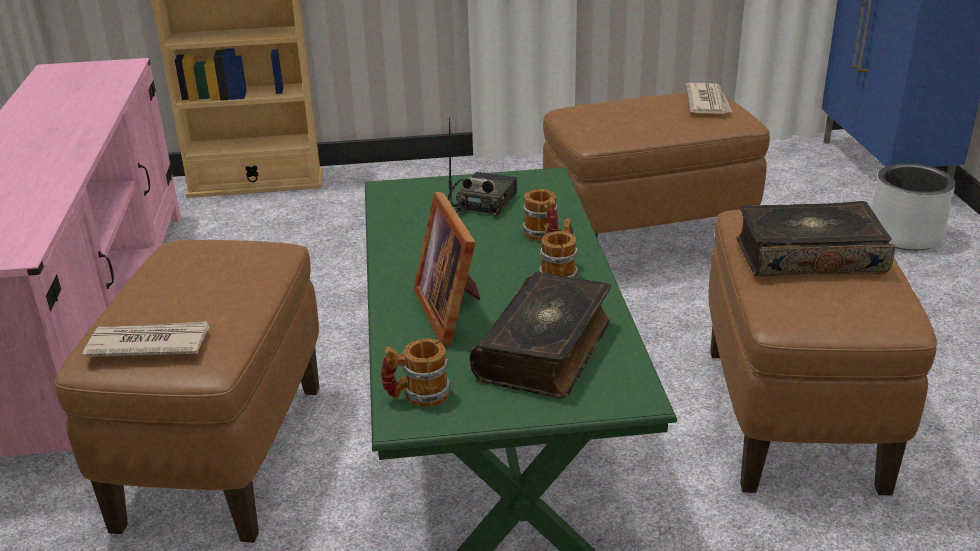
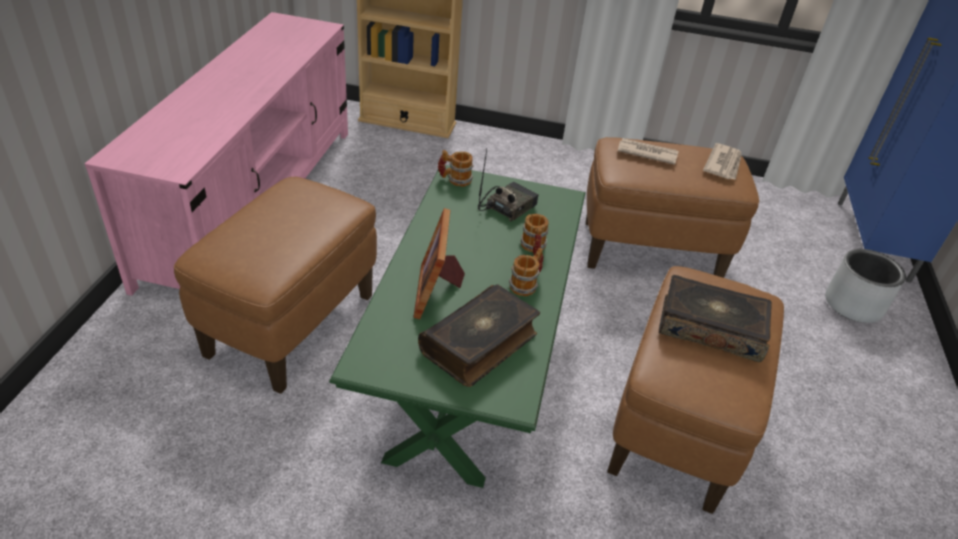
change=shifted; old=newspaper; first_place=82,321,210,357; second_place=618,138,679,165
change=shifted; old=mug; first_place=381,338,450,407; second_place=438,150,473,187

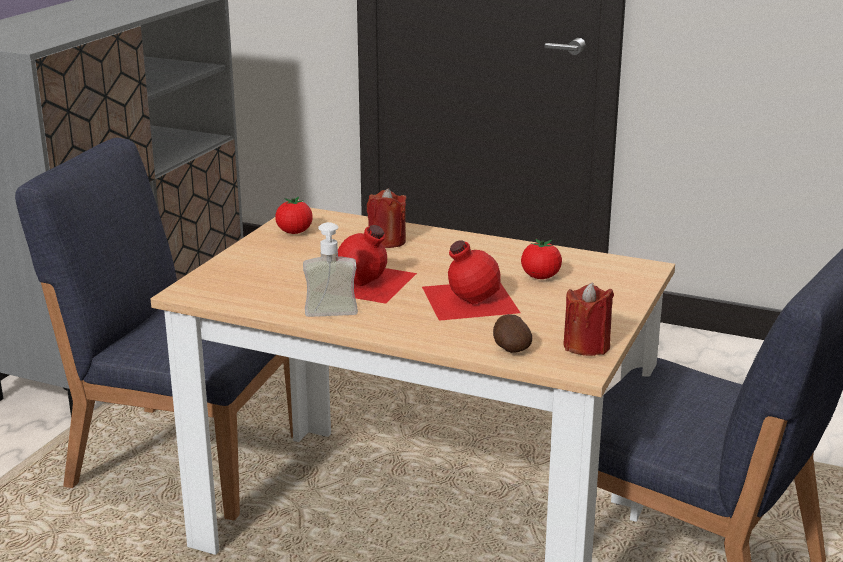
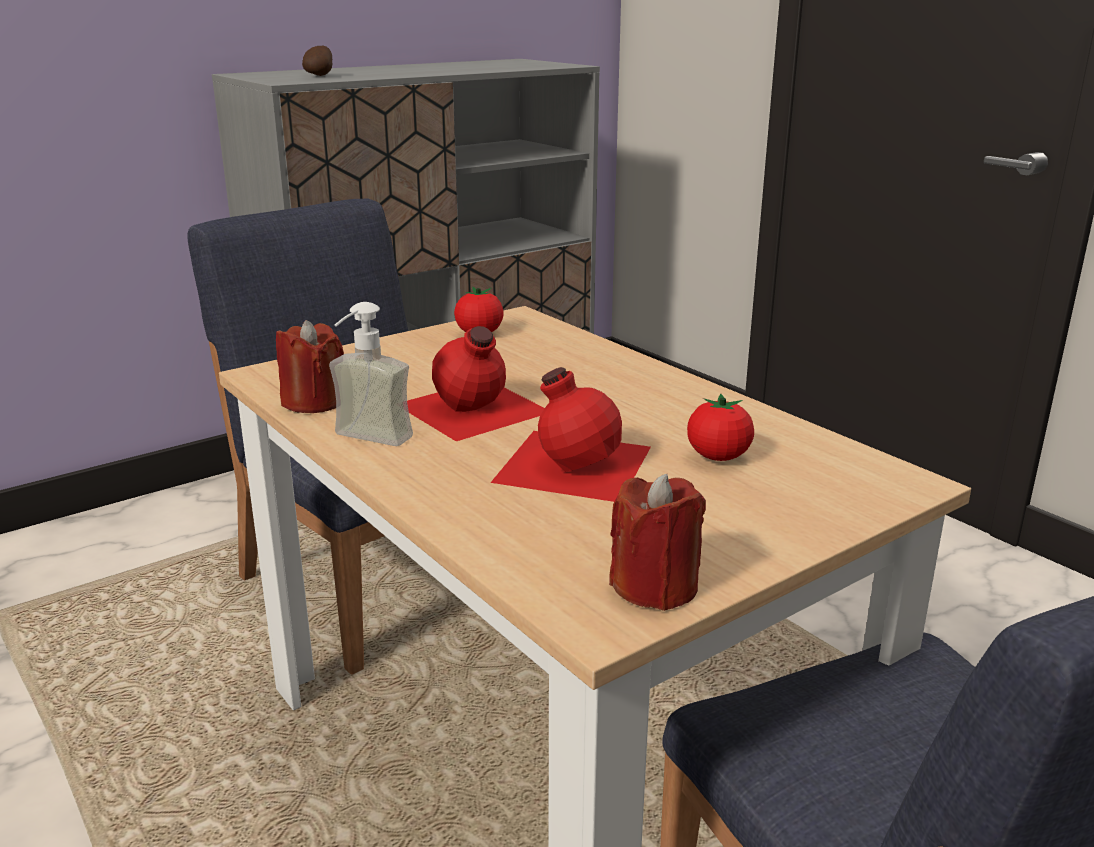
change=shifted; old=candle (red); first_place=367,188,407,248; second_place=276,320,344,413
change=shifted; old=potato; first_place=493,314,532,353; second_place=302,46,332,76

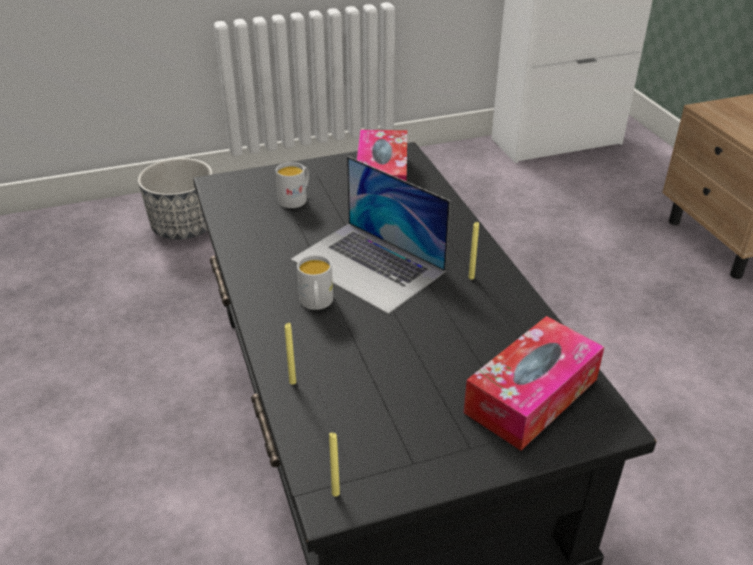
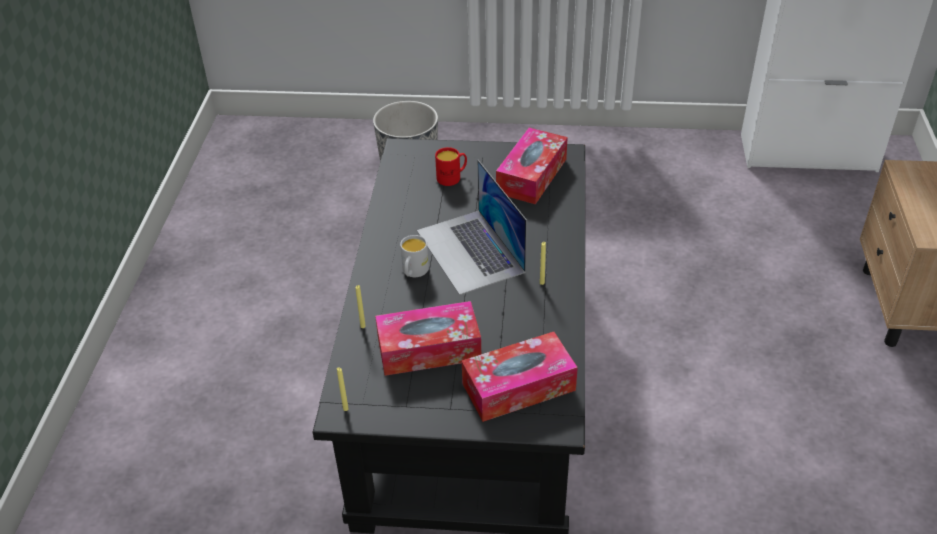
change=repainted; old=mug (white); new=mug (red); first_place=275,162,309,208; second_place=435,147,467,186
change=new; new=tissue box; second_place=375,301,481,376

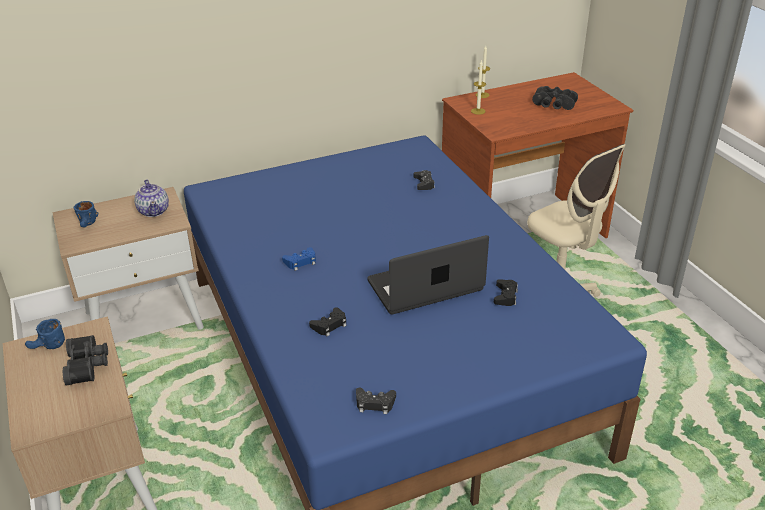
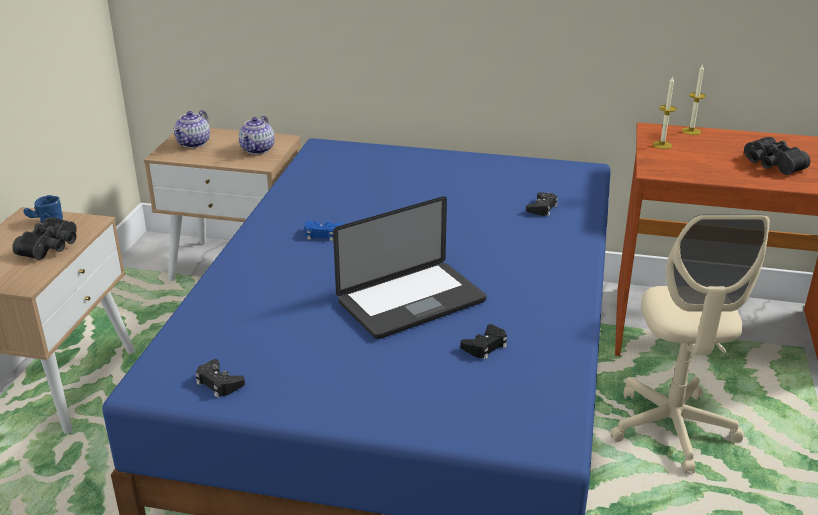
change=swapped; old=mug (blue); new=teapot; first_place=73,201,98,227; second_place=173,110,210,148
change=gone; old=game controller (black); first_place=309,307,347,336
change=rotated; old=laptop; first_place=367,235,489,314; second_place=333,196,487,339; degrees=135

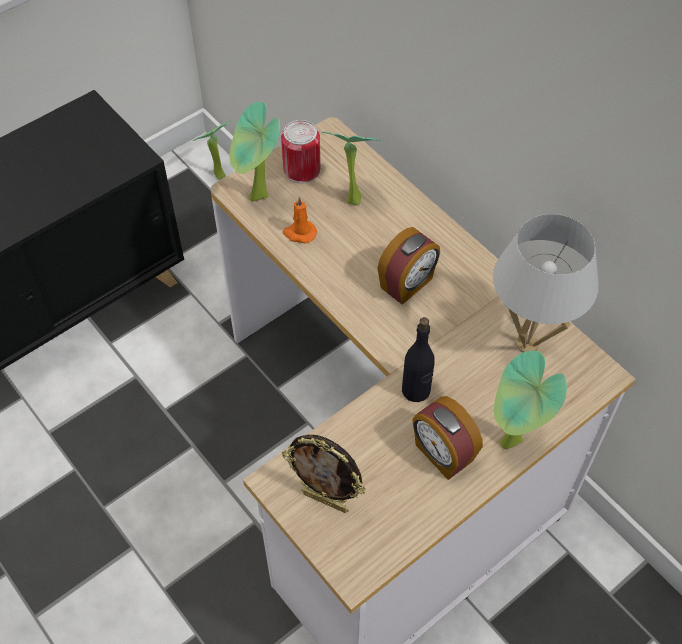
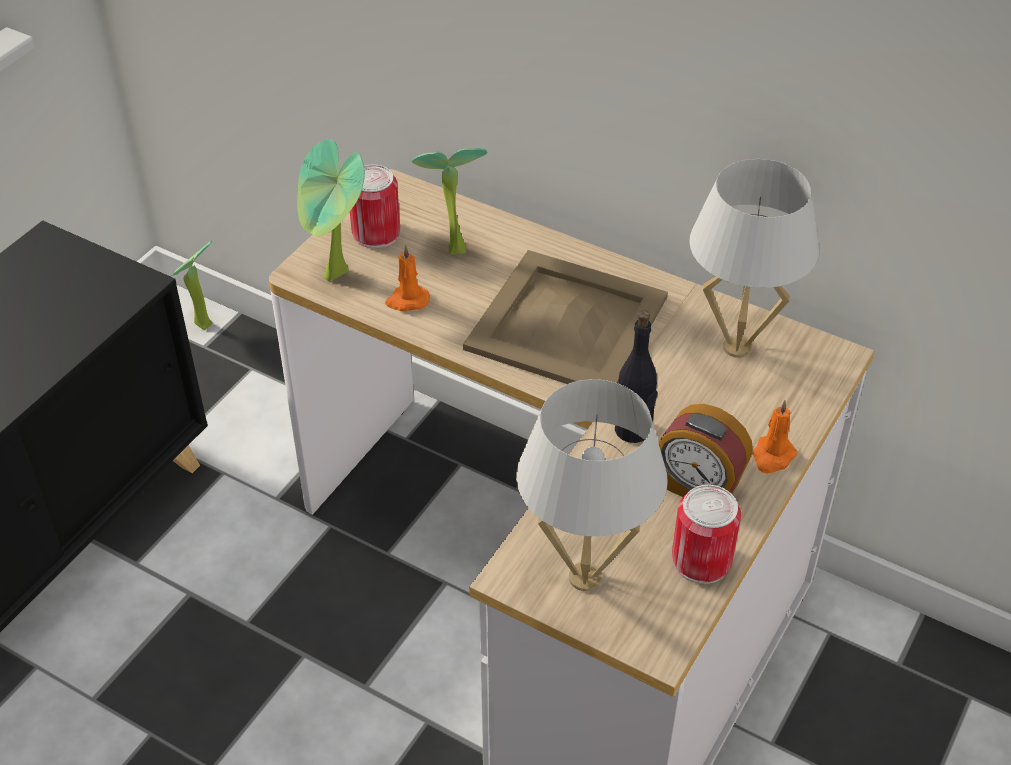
change=swapped; old=picture frame; new=table lamp (white); first_place=282,435,366,513; second_place=516,379,668,591
change=swapped; old=alarm clock; new=tray (beige); first_place=377,227,440,305; second_place=463,250,668,384
change=swapped; old=potted plant; new=candle (orange); first_place=494,351,567,449; second_place=753,400,797,474
change=new; new=can; second_place=672,485,741,584

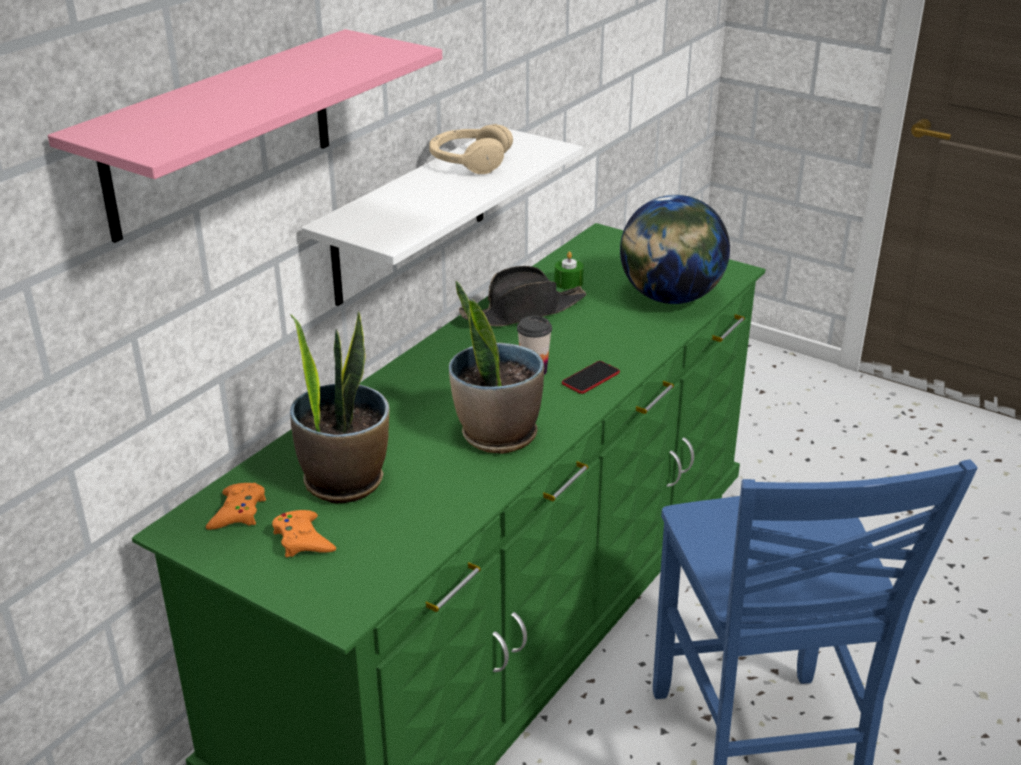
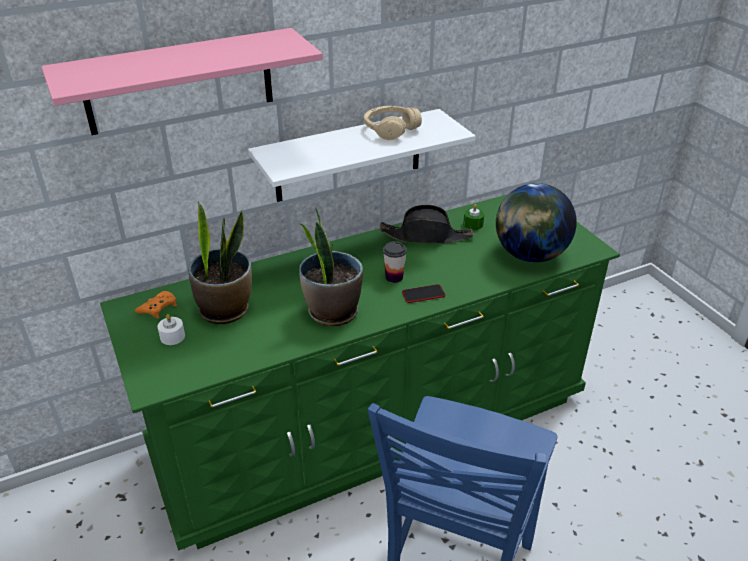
change=swapped; old=game controller (orange); new=candle (white); first_place=272,510,336,557; second_place=157,314,185,345

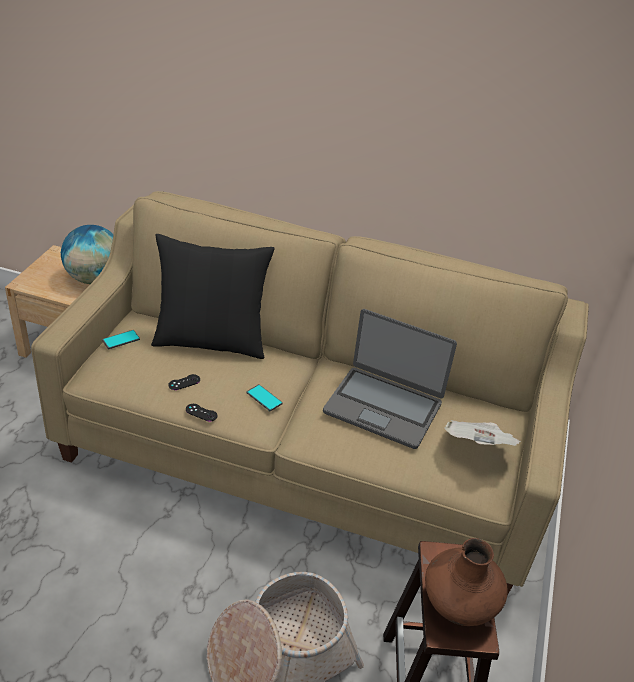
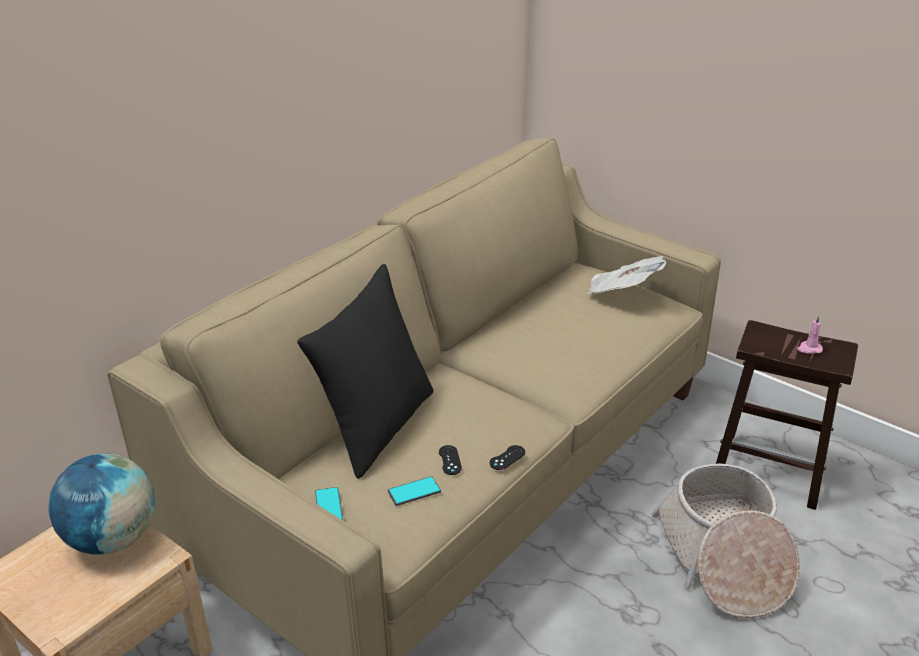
change=shifted; old=phone; first_place=246,384,283,411; second_place=388,476,441,506
change=gone; old=laptop; first_place=323,309,457,449
change=swapped; old=vase (brown); new=candle (pink); first_place=425,538,508,626; second_place=797,315,823,354

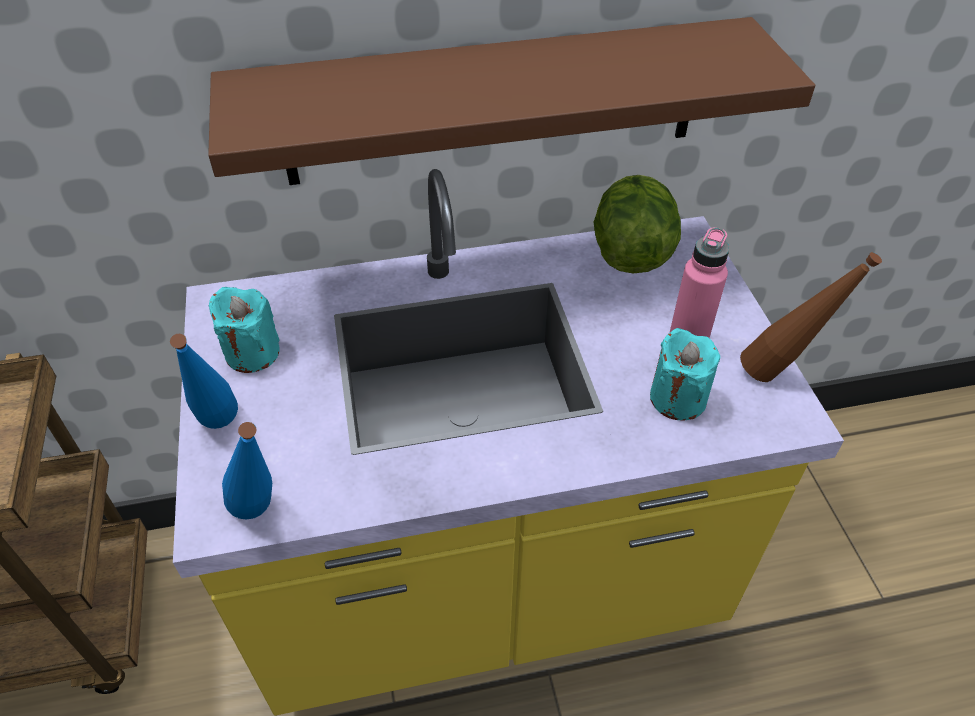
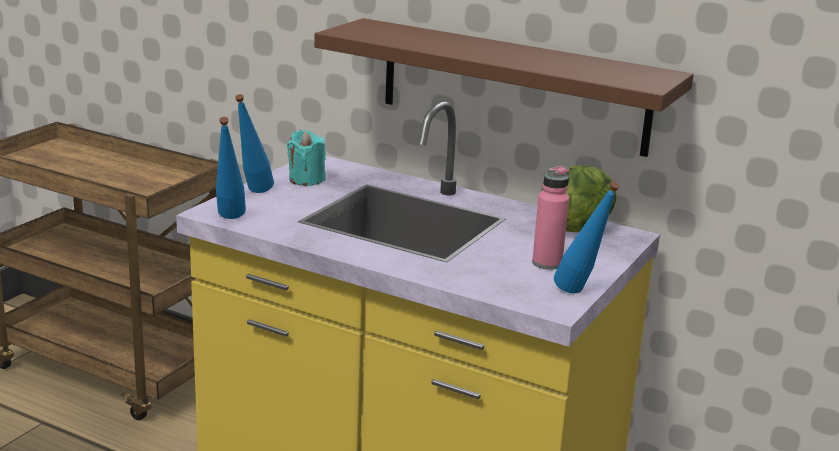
change=gone; old=candle (turquoise); first_place=650,328,720,420
change=repainted; old=bottle (brown); new=bottle (blue); first_place=740,252,882,382; second_place=554,181,620,294

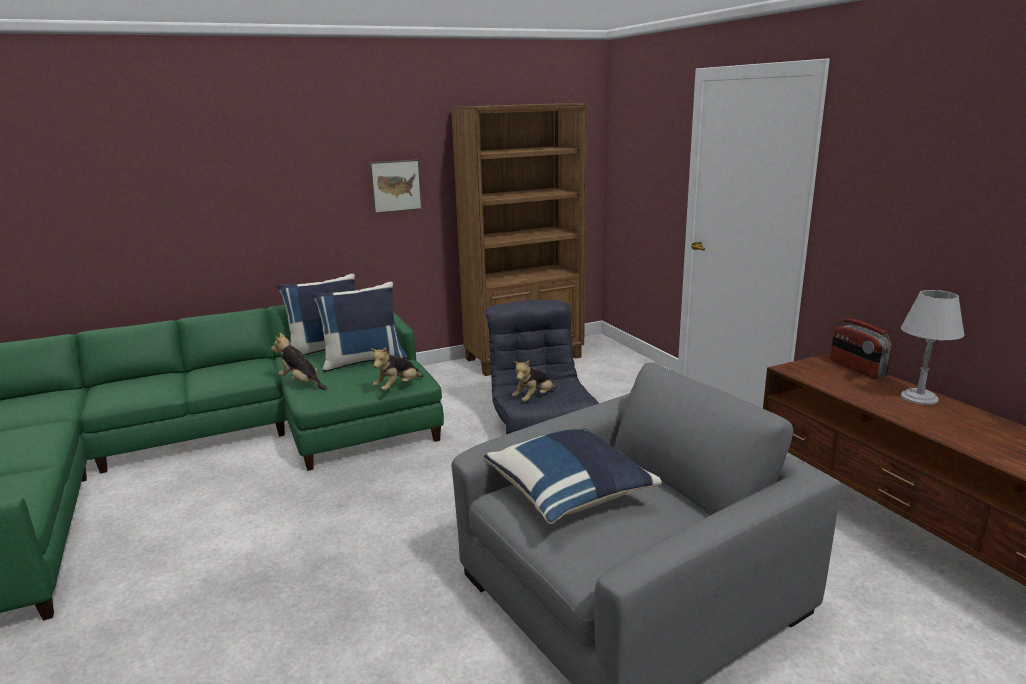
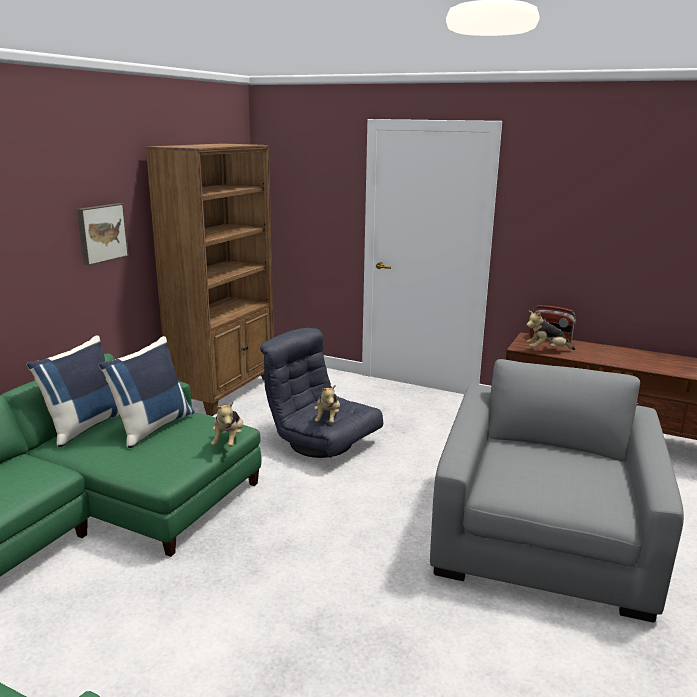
change=shifted; old=plush toy; first_place=271,333,327,390; second_place=526,311,575,350
change=gone; old=pillow (blue); first_place=484,428,662,524
change=gone; old=table lamp (grey); first_place=901,290,965,405

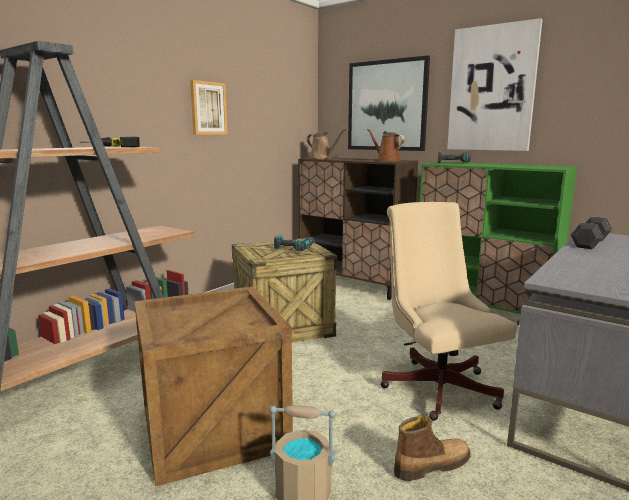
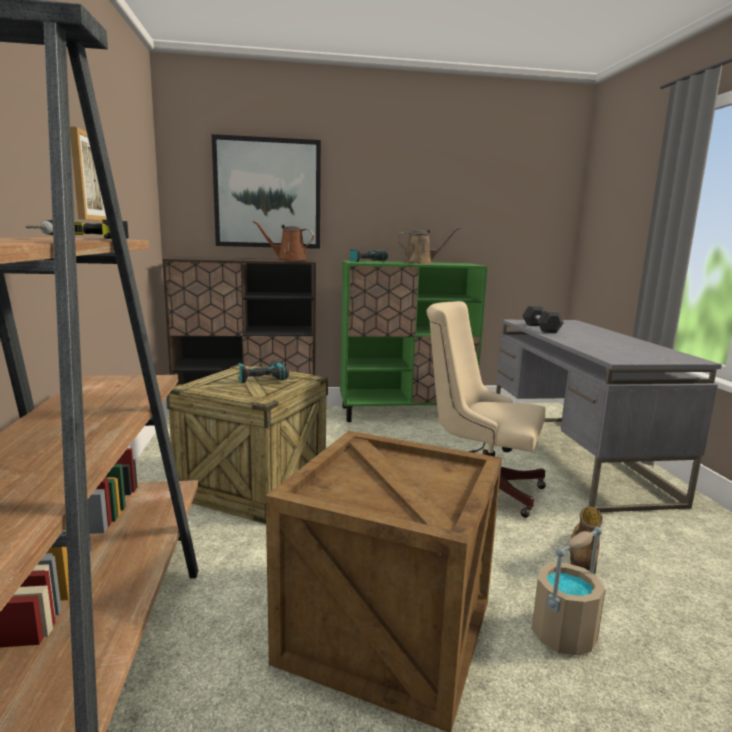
change=shifted; old=watering can (brown); first_place=307,129,346,159; second_place=398,227,460,264
change=gone; old=picture; first_place=447,18,543,151

